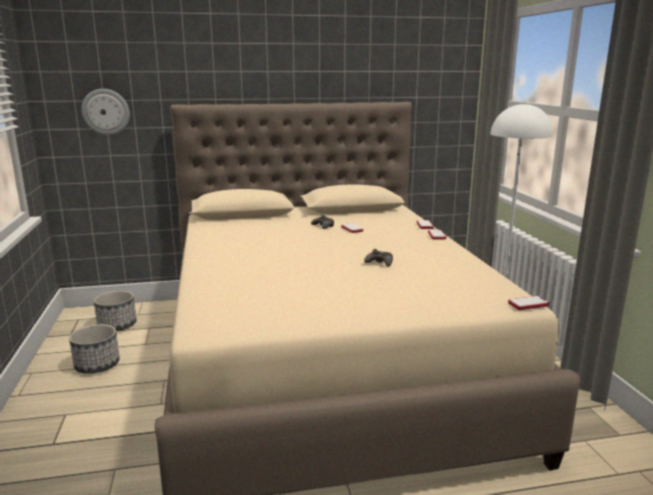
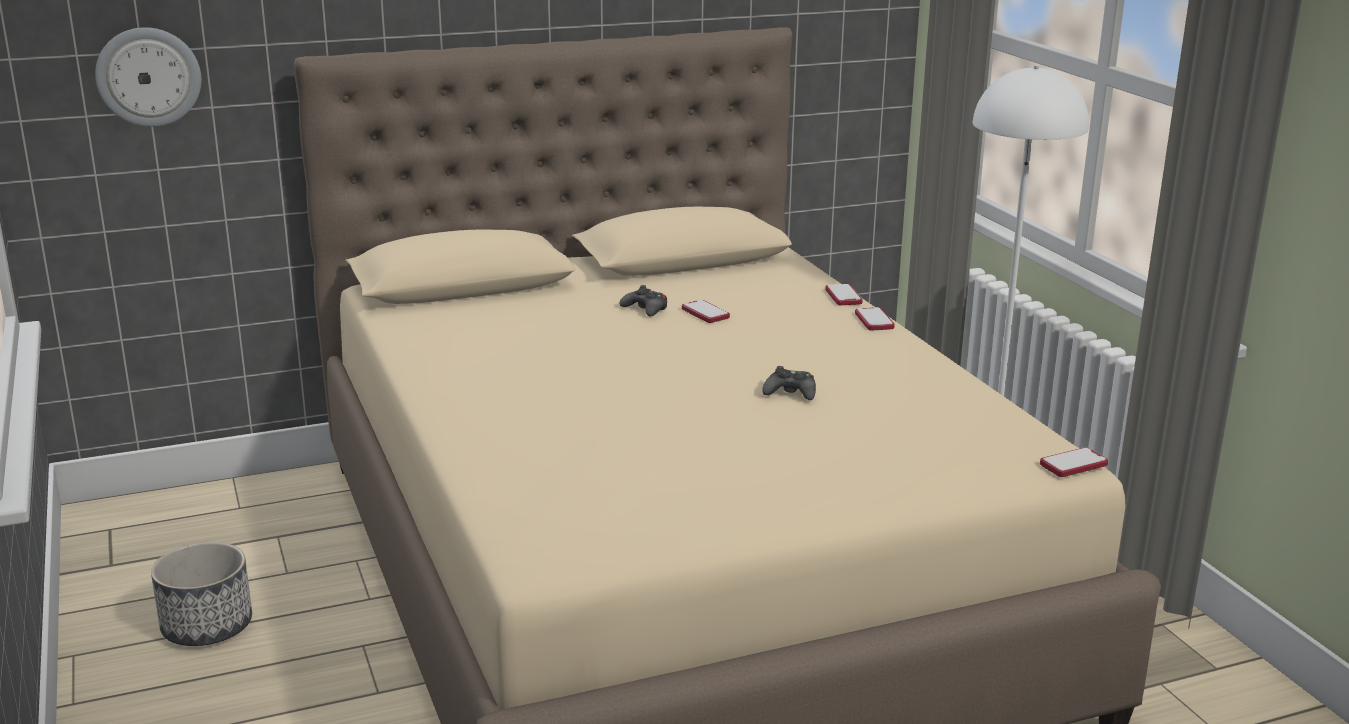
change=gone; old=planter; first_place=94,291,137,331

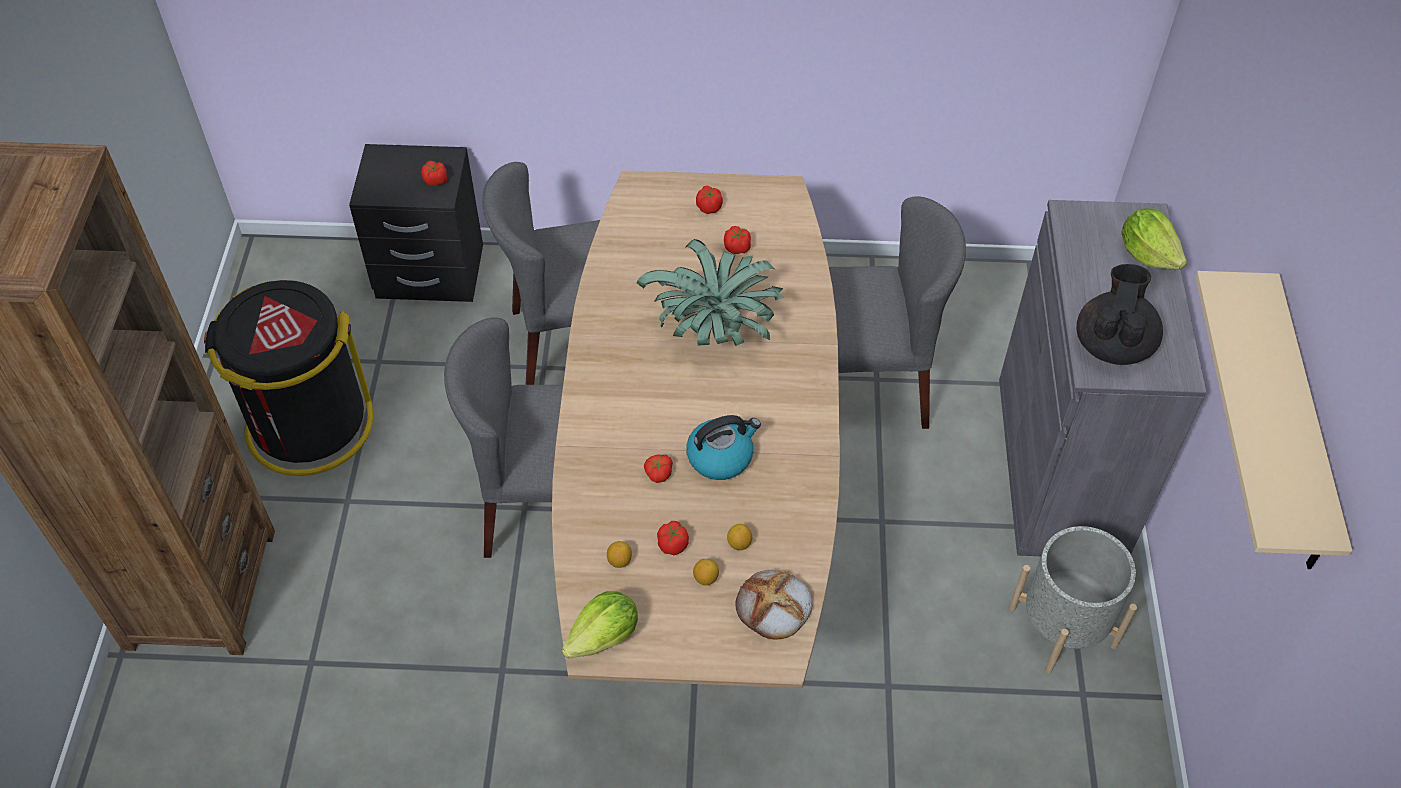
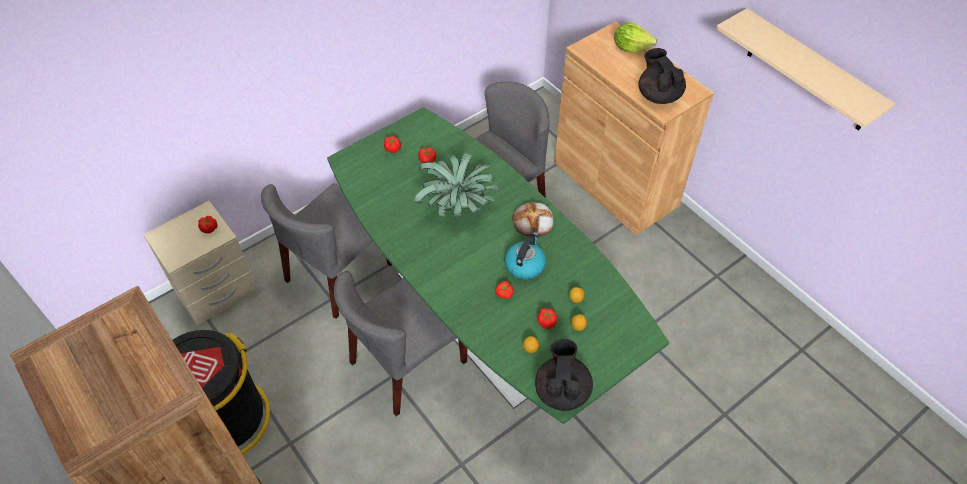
change=repainted; old=nightstand (black); new=nightstand (beige); first_place=349,144,483,302; second_place=143,201,257,325
change=repainted; old=dining table (brown); new=dining table (green); first_place=552,170,840,688; second_place=327,107,669,424
change=swapped; old=lettuce; new=teapot (black); first_place=562,591,638,658; second_place=535,339,593,411
change=shifted; old=bread; first_place=735,570,812,639; second_place=513,202,554,236
change=repainted; old=cabinet (grey); new=cabinet (brown); first_place=999,200,1207,556; second_place=554,21,714,235
change=gone; old=planter (grey); first_place=1009,526,1137,674

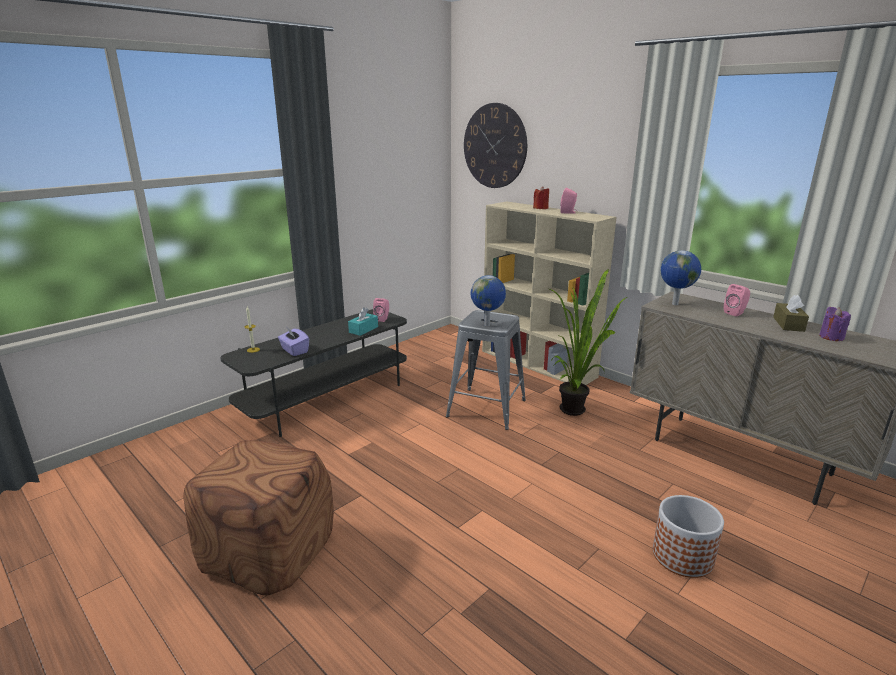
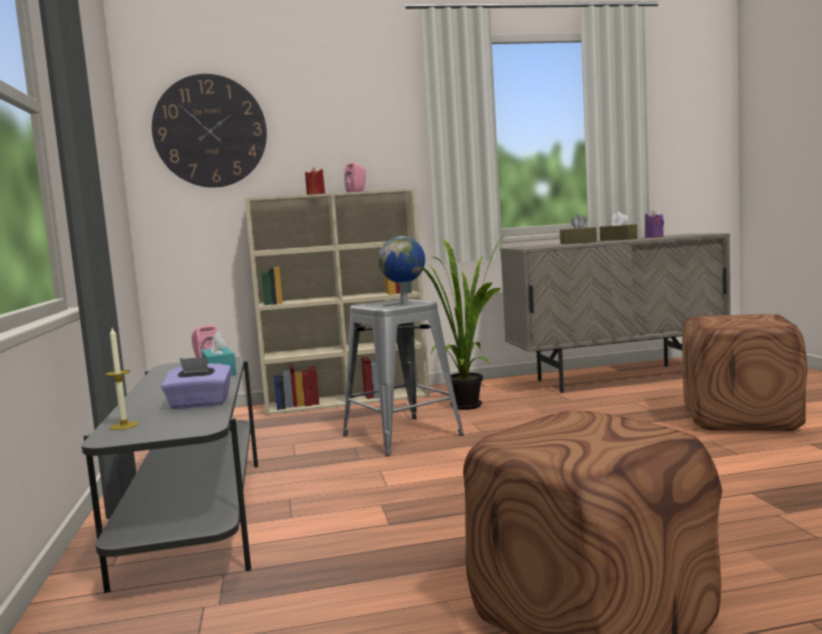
change=swapped; old=planter; new=ottoman (brown); first_place=653,495,724,578; second_place=682,314,808,431
change=gone; old=globe; first_place=661,250,701,305
change=swapped; old=speaker (pink); new=tissue box (brown); first_place=724,284,750,316; second_place=560,214,597,244

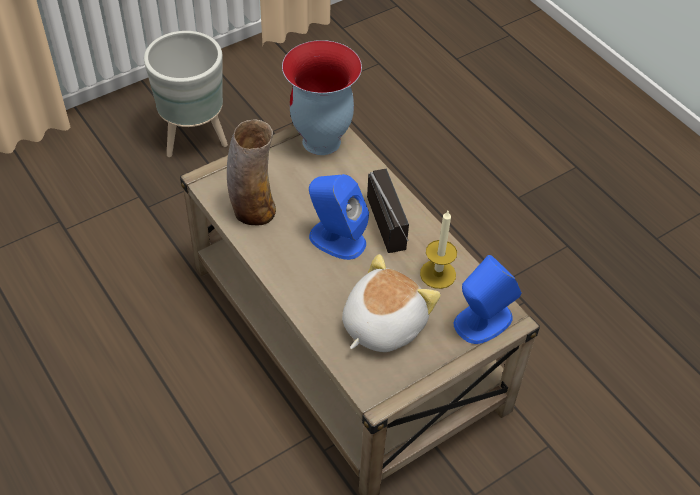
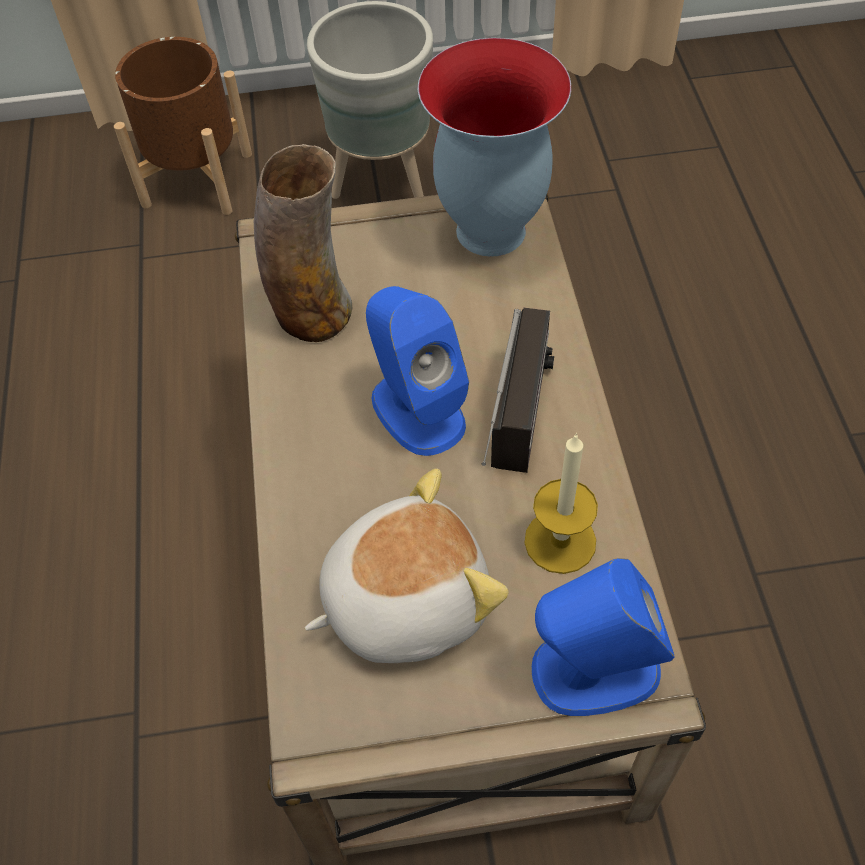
change=new; new=planter (brown); second_place=114,37,252,215

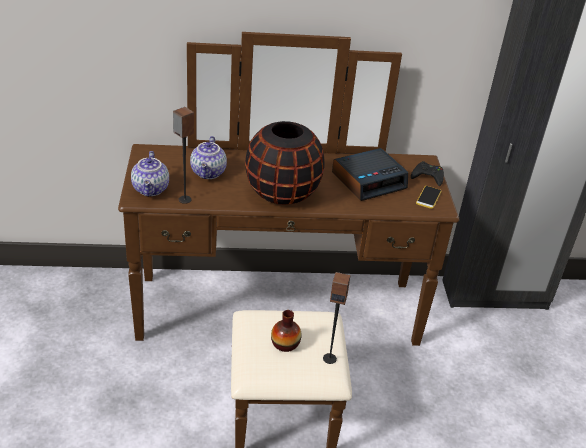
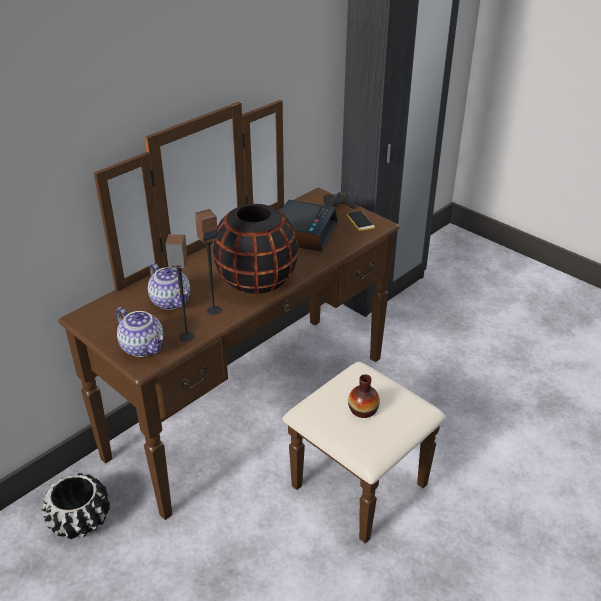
change=shifted; old=speaker; first_place=323,272,350,364; second_place=195,209,221,315
change=new; new=planter (black); second_place=42,473,110,539

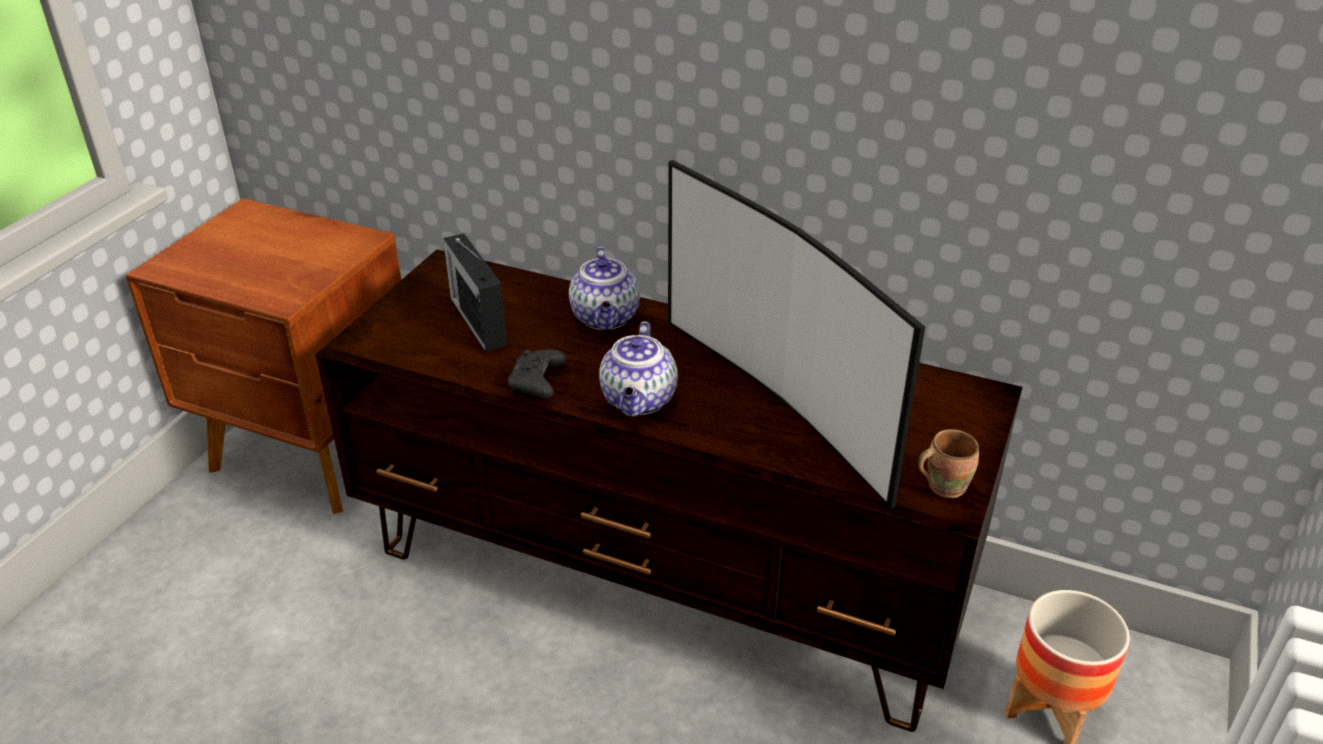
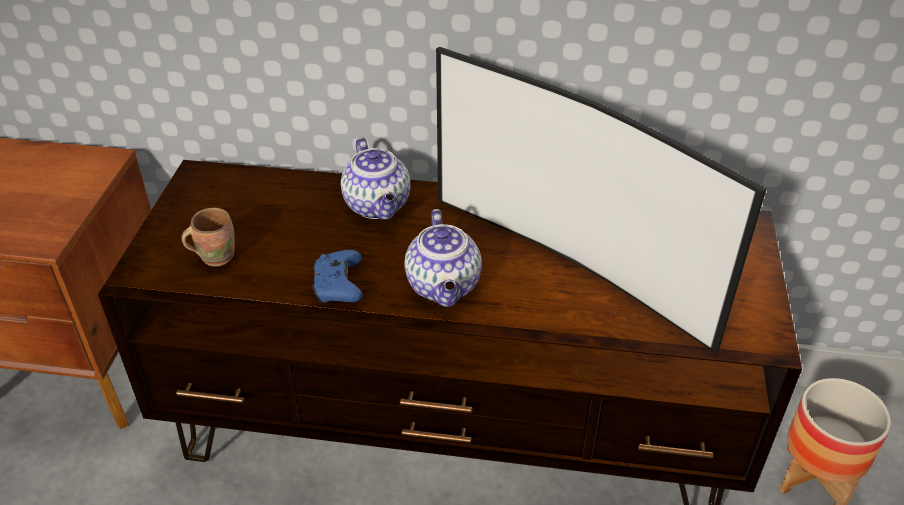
change=gone; old=radio; first_place=443,233,507,352
change=repainted; old=game controller (black); new=game controller (blue); first_place=508,349,567,399; second_place=312,250,363,303
change=shifted; old=mug (brown); first_place=918,429,979,498; second_place=181,208,235,267

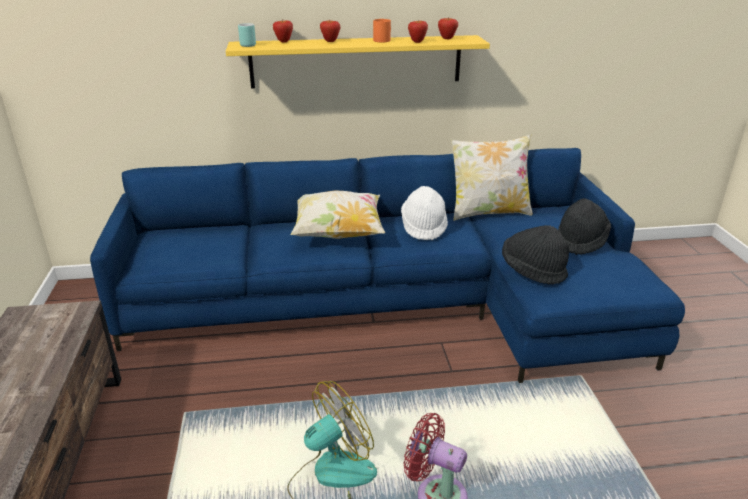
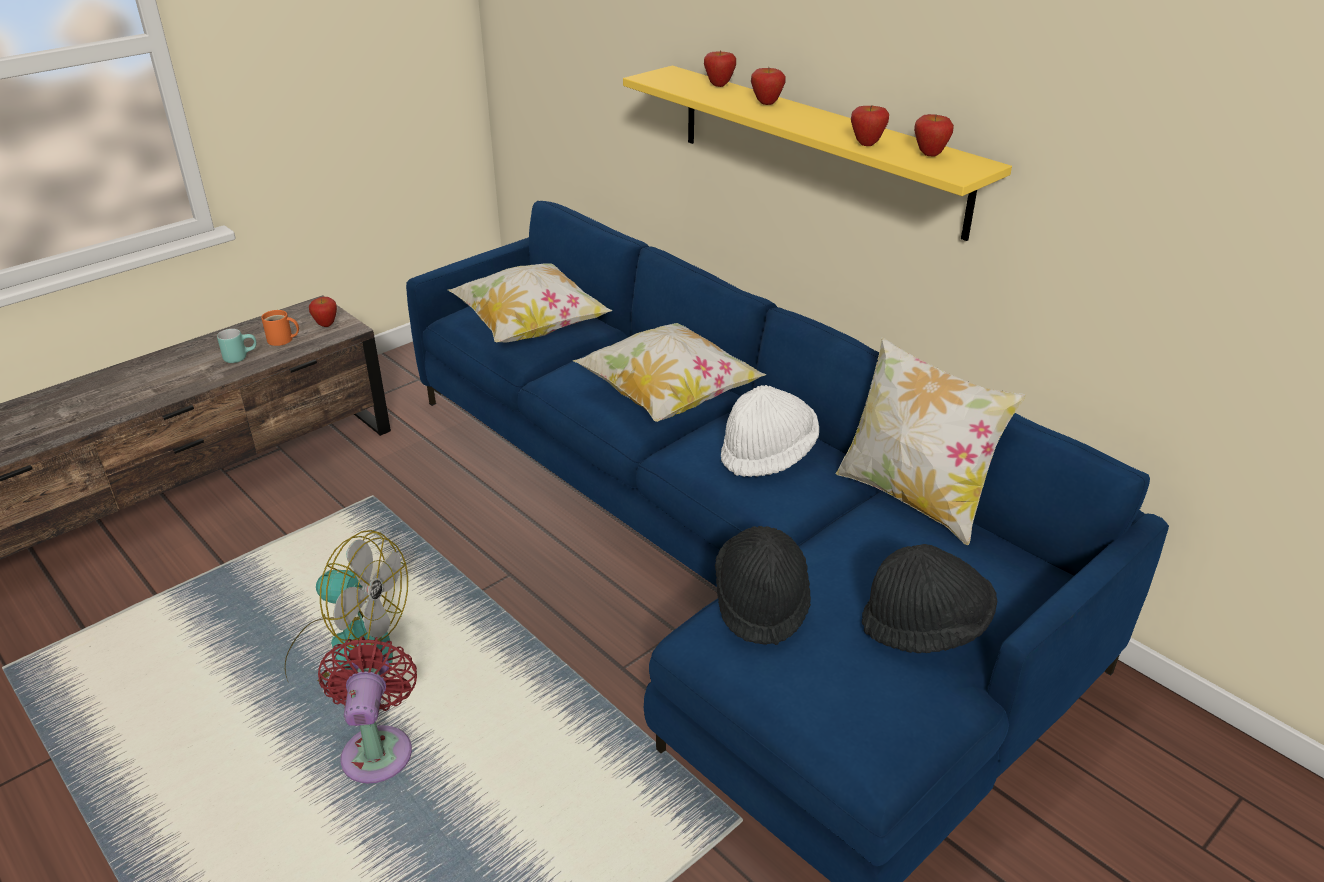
change=shifted; old=mug (turquoise); first_place=238,23,256,47; second_place=217,329,257,363
change=shifted; old=mug (orange); first_place=373,19,391,42; second_place=261,310,299,346
change=new; new=apple; second_place=309,297,337,327
change=new; new=pillow; second_place=448,263,612,342

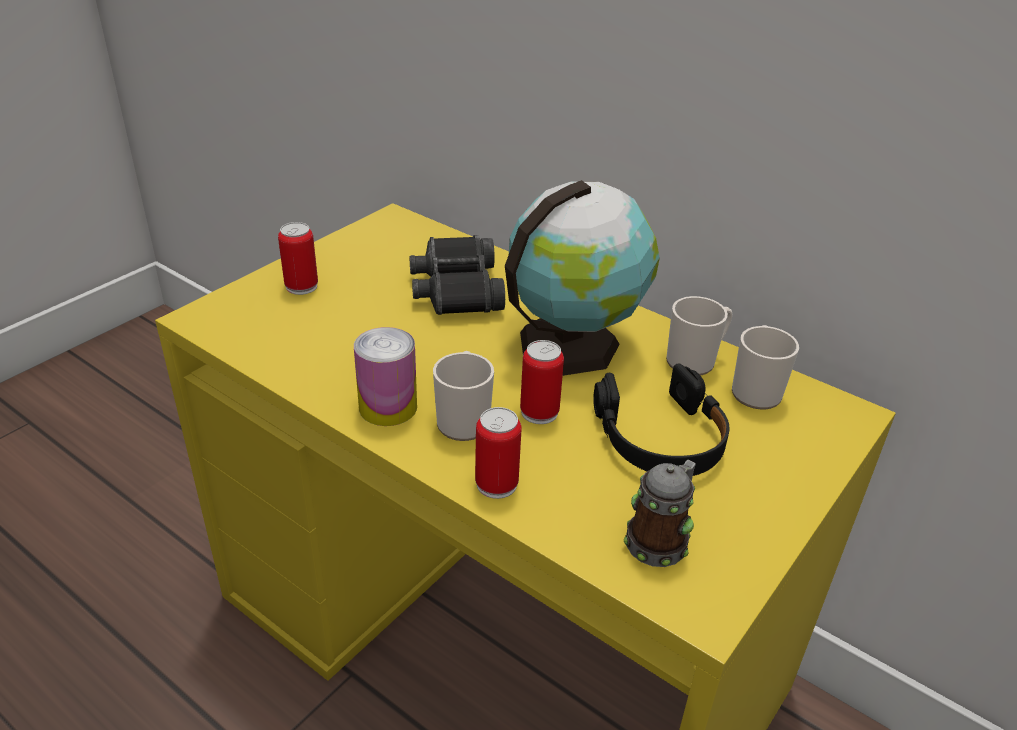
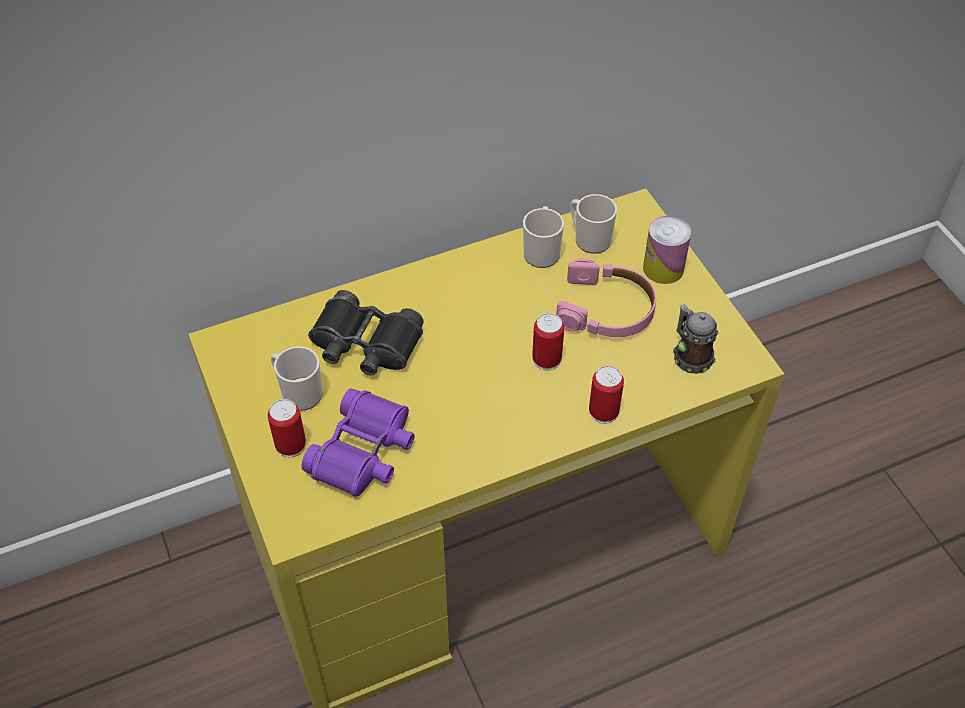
change=shifted; old=can; first_place=354,327,417,426; second_place=643,216,691,284
change=shifted; old=mug; first_place=433,351,494,441; second_place=271,346,323,411
change=gone; old=globe; first_place=505,180,660,376
change=repainted; old=headphones (black); new=headphones (pink); first_place=593,363,729,476; second_place=556,259,656,337
change=new; new=binoculars (purple); second_place=302,388,415,497

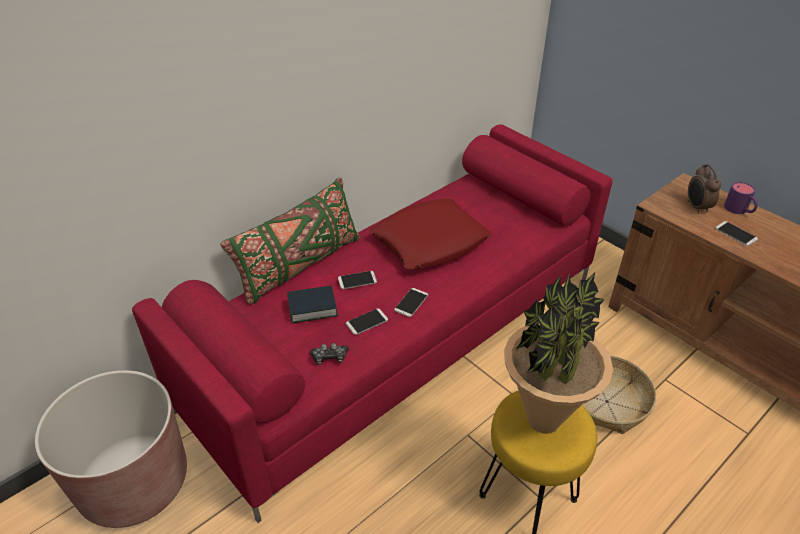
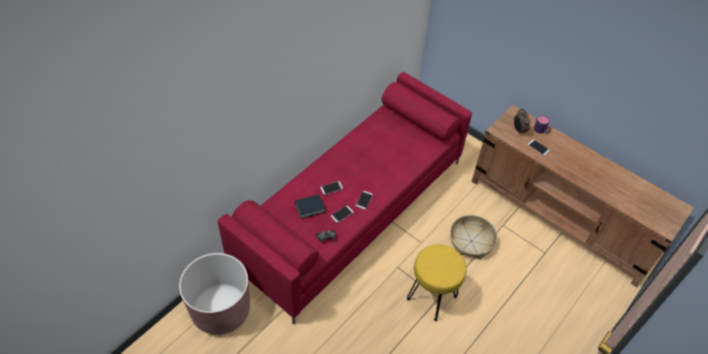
change=gone; old=pillow (green); first_place=221,177,360,305
change=gone; old=pillow (red); first_place=370,199,491,270
change=gone; old=potted plant; first_place=504,273,613,434

